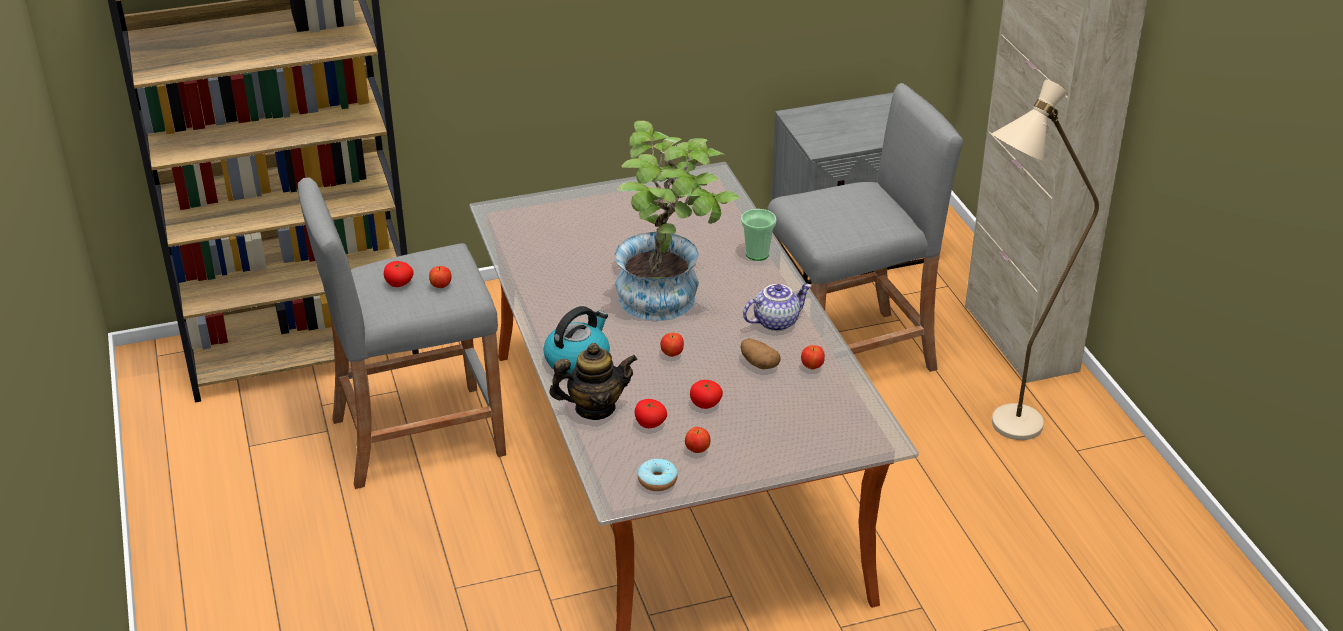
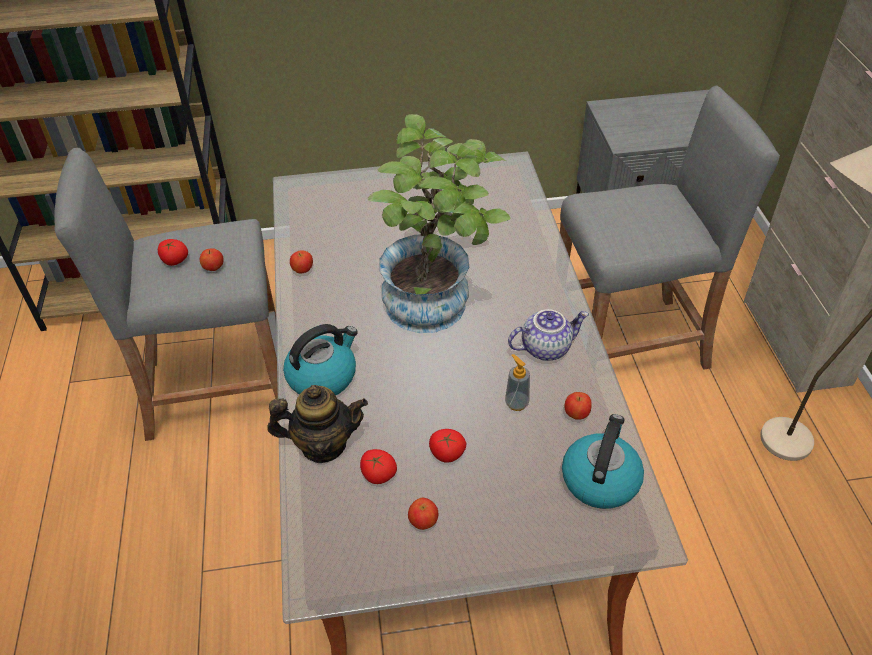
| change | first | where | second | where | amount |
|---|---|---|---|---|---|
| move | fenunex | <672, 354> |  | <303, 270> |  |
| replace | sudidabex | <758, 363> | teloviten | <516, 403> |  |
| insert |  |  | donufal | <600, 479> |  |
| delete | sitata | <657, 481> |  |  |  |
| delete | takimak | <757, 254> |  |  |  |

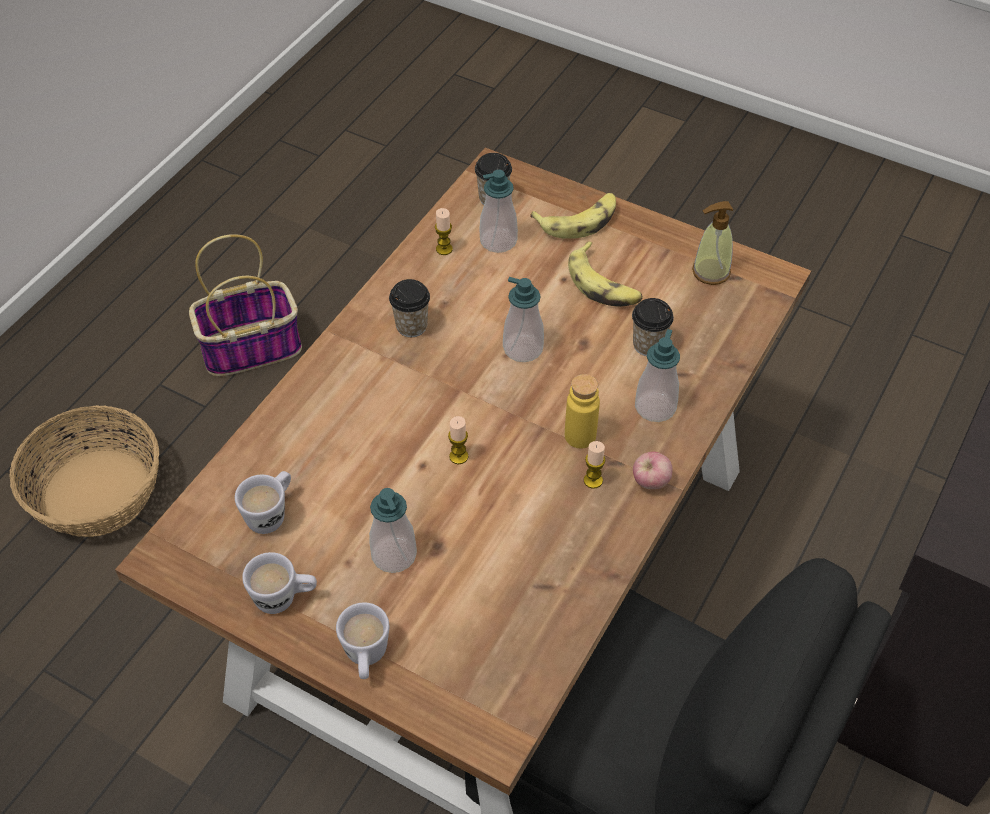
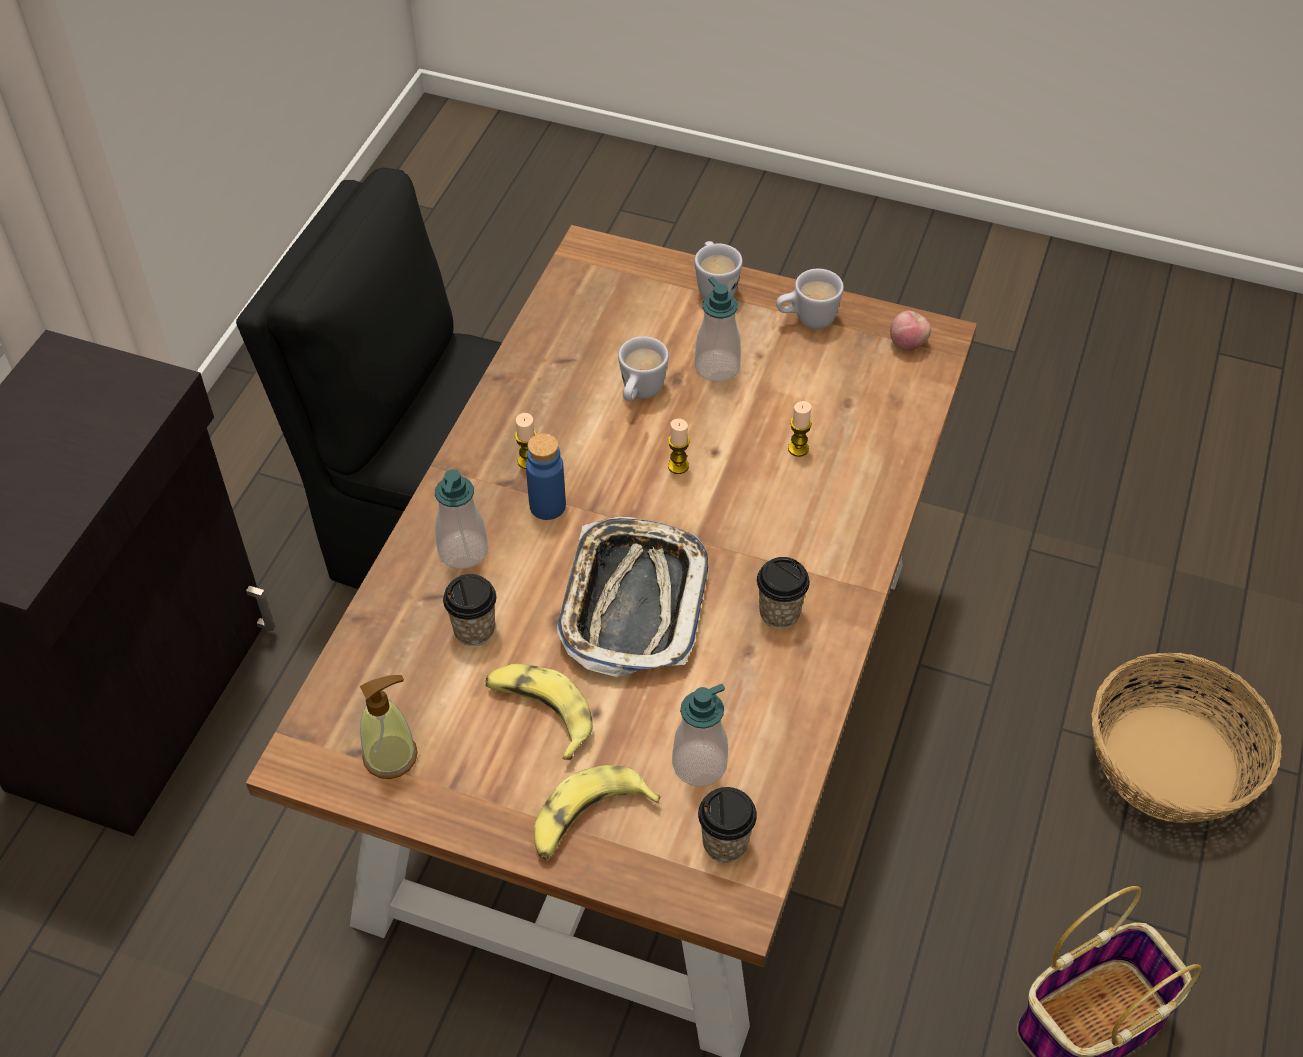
| change | first | where | second | where | amount |
|---|---|---|---|---|---|
| recolor | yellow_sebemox | <580, 436> | blue_sebemox | <547, 506> |  |
| replace | teloviten | <523, 348> | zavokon | <632, 603> |  |
| move | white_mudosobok | <271, 513> |  | <640, 393> |  |
| move | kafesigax | <444, 249> |  | <798, 448> |  |
| move | fenunex | <650, 482> |  | <908, 344> |  |

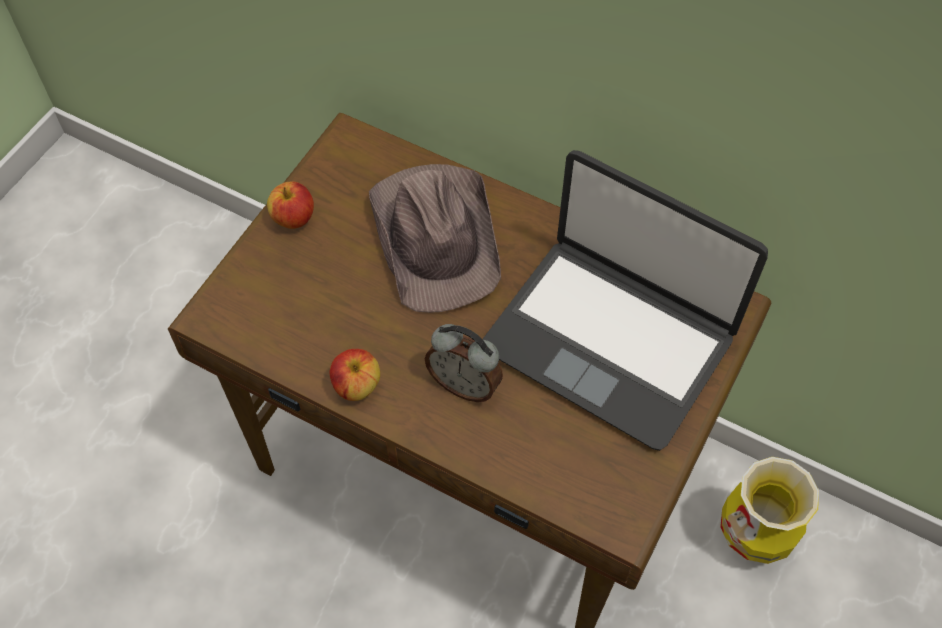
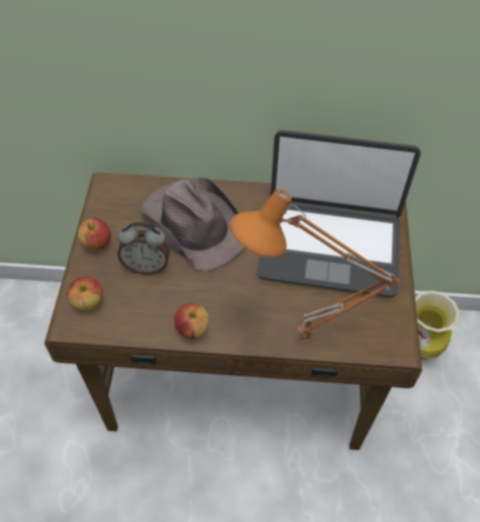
| change | first | where | second | where | amount |
|---|---|---|---|---|---|
| insert |  |  | fenunex | <88, 302> |  |
| move | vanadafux | <465, 384> |  | <146, 266> |  |
| insert |  |  | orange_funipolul | <303, 344> |  |

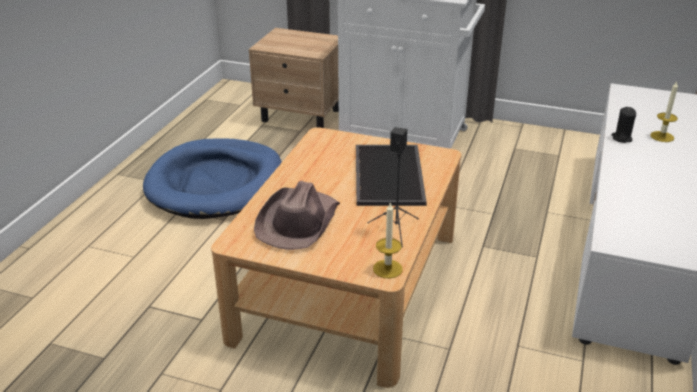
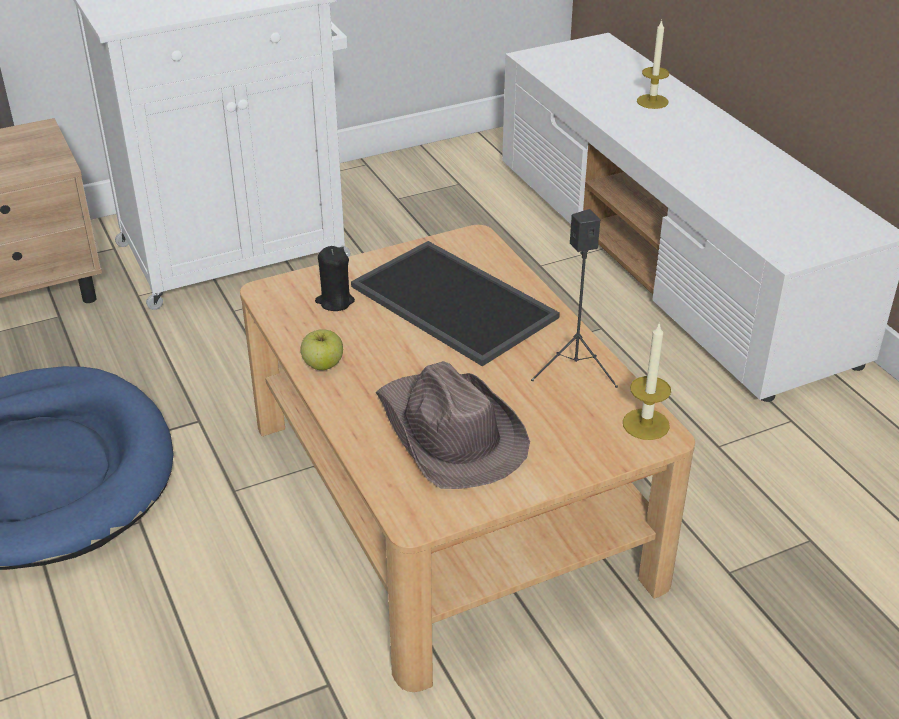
| change | first | where | second | where | amount |
|---|---|---|---|---|---|
| insert |  |  | fenunex | <323, 364> |  |
| move | black_kafesigax | <621, 138> |  | <335, 301> |  |

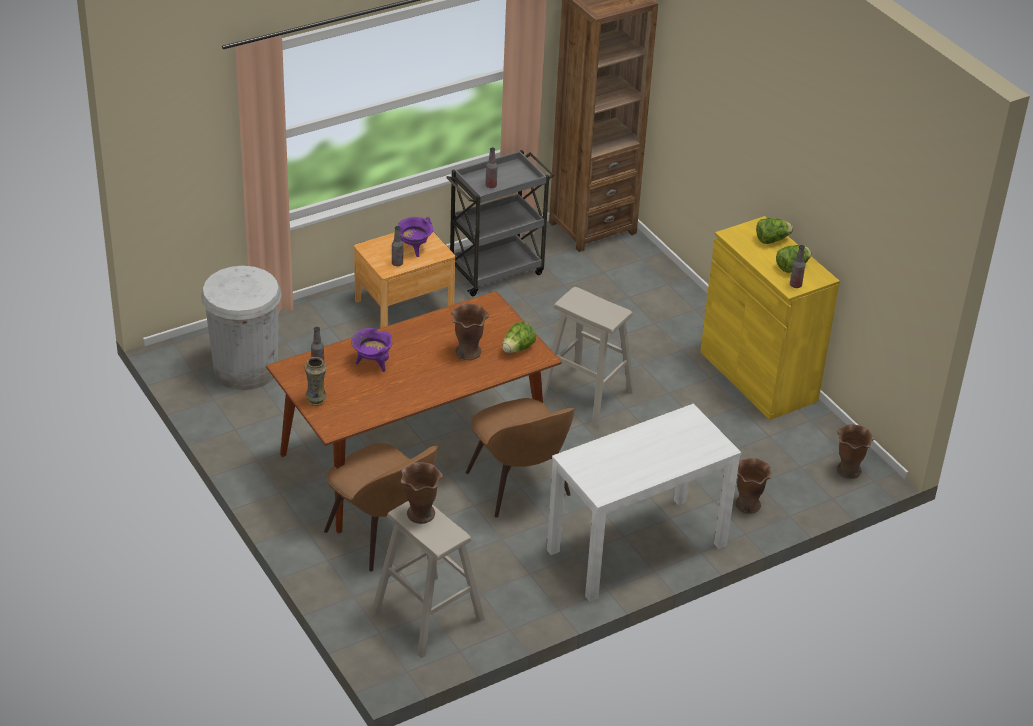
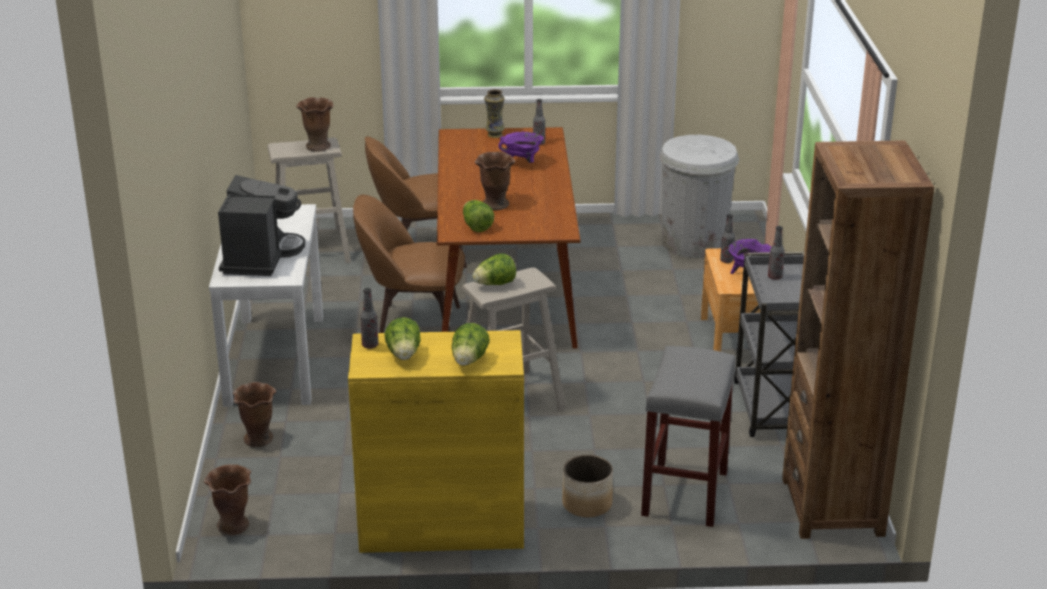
| change | first | where | second | where | amount |
|---|---|---|---|---|---|
| insert |  |  | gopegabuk | <260, 257> |  |
| insert |  |  | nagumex | <495, 284> |  |
| insert |  |  | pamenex | <587, 504> |  |
| insert |  |  | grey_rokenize | <684, 492> |  |

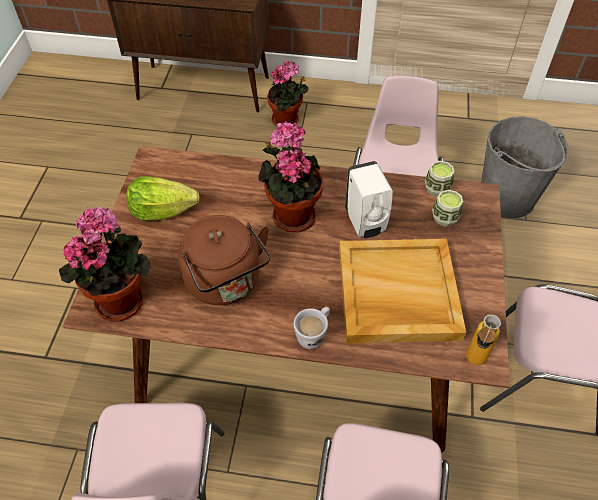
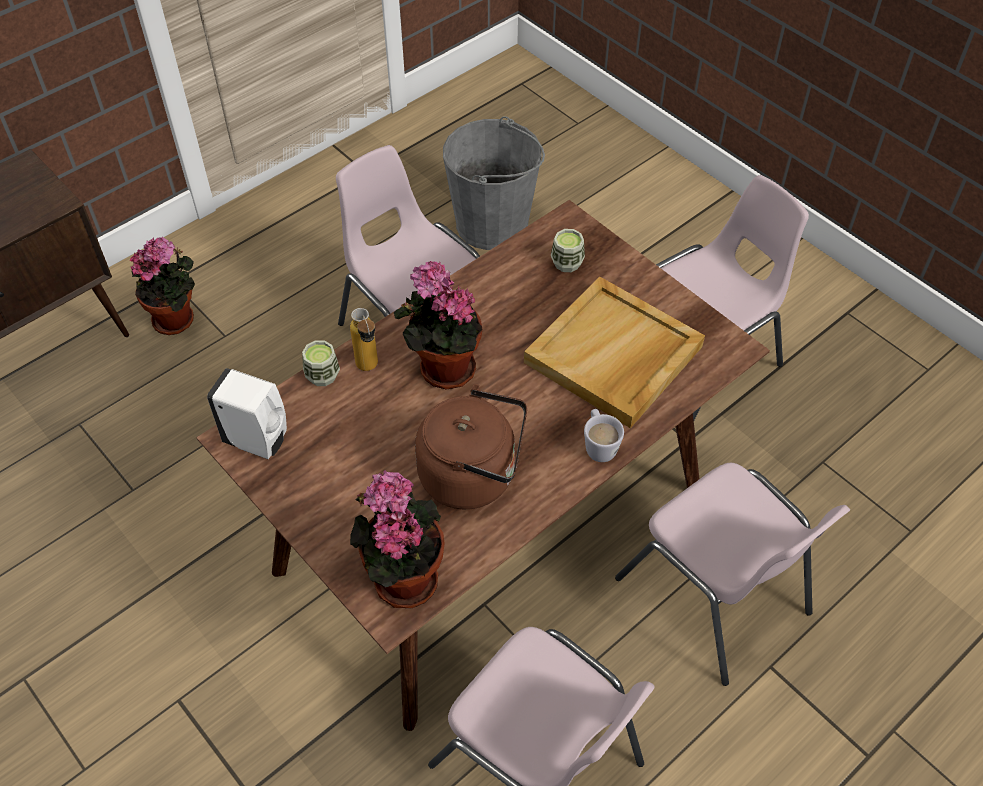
| change | first | where | second | where | amount |
|---|---|---|---|---|---|
| move | white_teloviten | <365, 224> |  | <259, 441> |  |
| move | takimak | <437, 188> |  | <322, 375> |  |
| move | sebemox | <473, 364> |  | <369, 370> |  |
| delete | nagumex | <162, 211> |  |  |  |

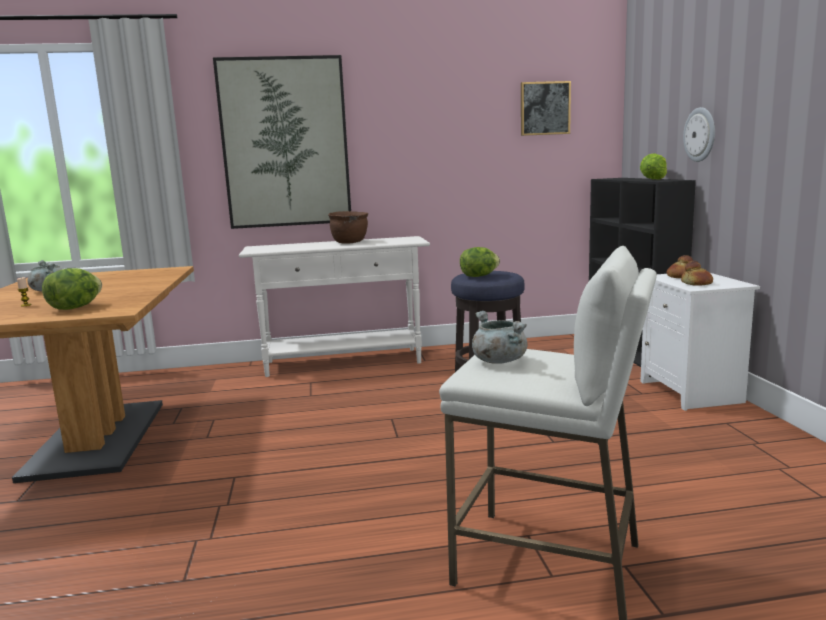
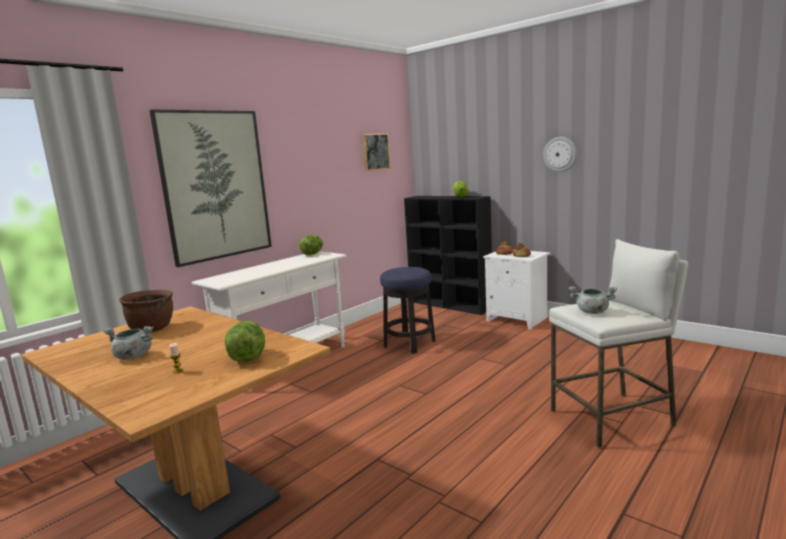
| change | first | where | second | where | amount |
|---|---|---|---|---|---|
| move | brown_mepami | <350, 242> |  | <152, 329> |  |
| move | nagumex | <479, 276> |  | <312, 254> |  |
| move | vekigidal | <700, 134> |  | <560, 154> |  |

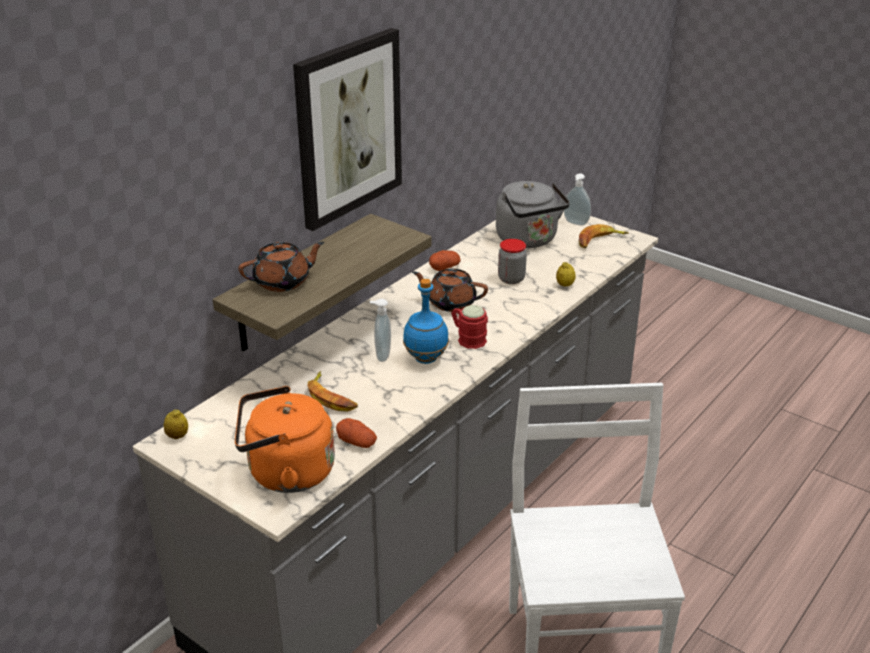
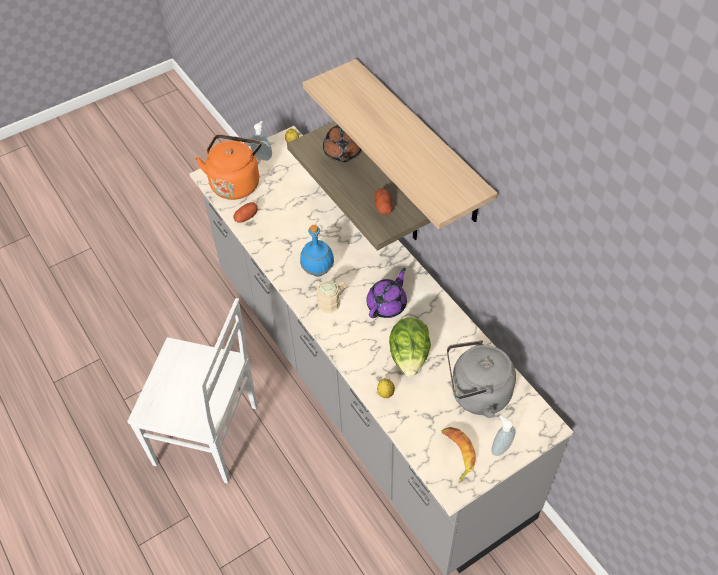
| change | first | where | second | where | amount |
|---|---|---|---|---|---|
| move | teloviten | <381, 355> |  | <263, 156> |  |
| replace | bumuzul | <348, 128> | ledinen | <420, 143> |  |
| recolor | red_mudosobok | <467, 338> | beige_mudosobok | <332, 301> |  |
| recolor | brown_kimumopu | <450, 302> | purple_kimumopu | <387, 305> |  |
| move | sudidabex | <444, 267> |  | <383, 207> |  |
| replace | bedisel | <511, 279> | nagumex | <409, 357> |  |
| delete | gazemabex | <331, 397> |  |  |  |

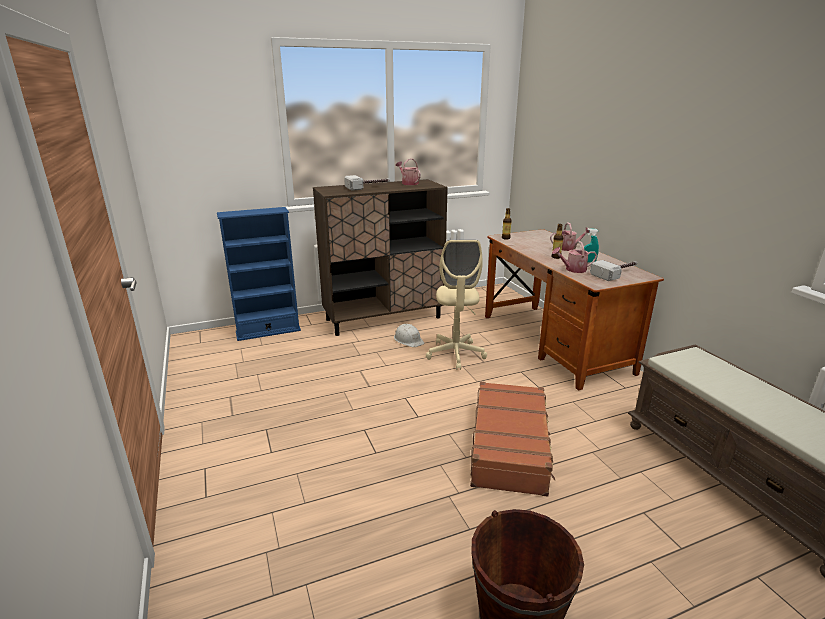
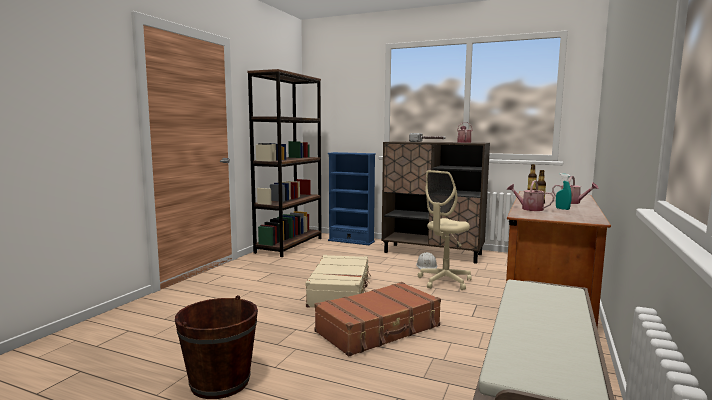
| change | first | where | second | where | amount |
|---|---|---|---|---|---|
| insert |  |  | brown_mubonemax | <289, 245> |  |
| insert |  |  | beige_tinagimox | <340, 291> |  |
| delete | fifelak | <617, 273> |  |  |  |

